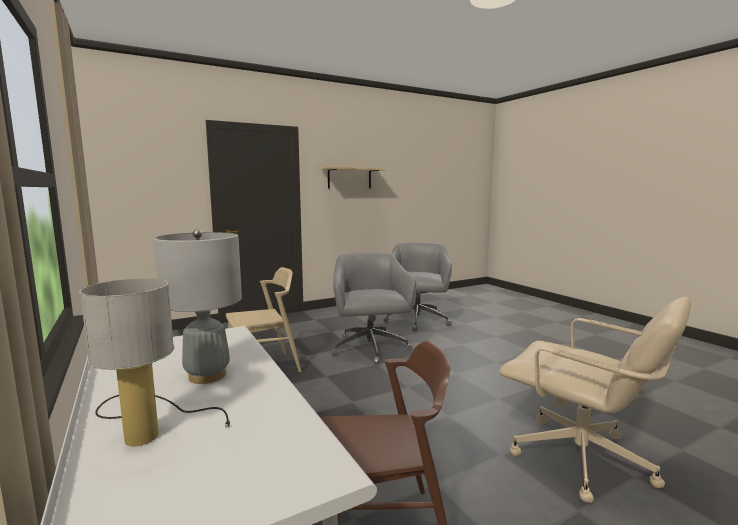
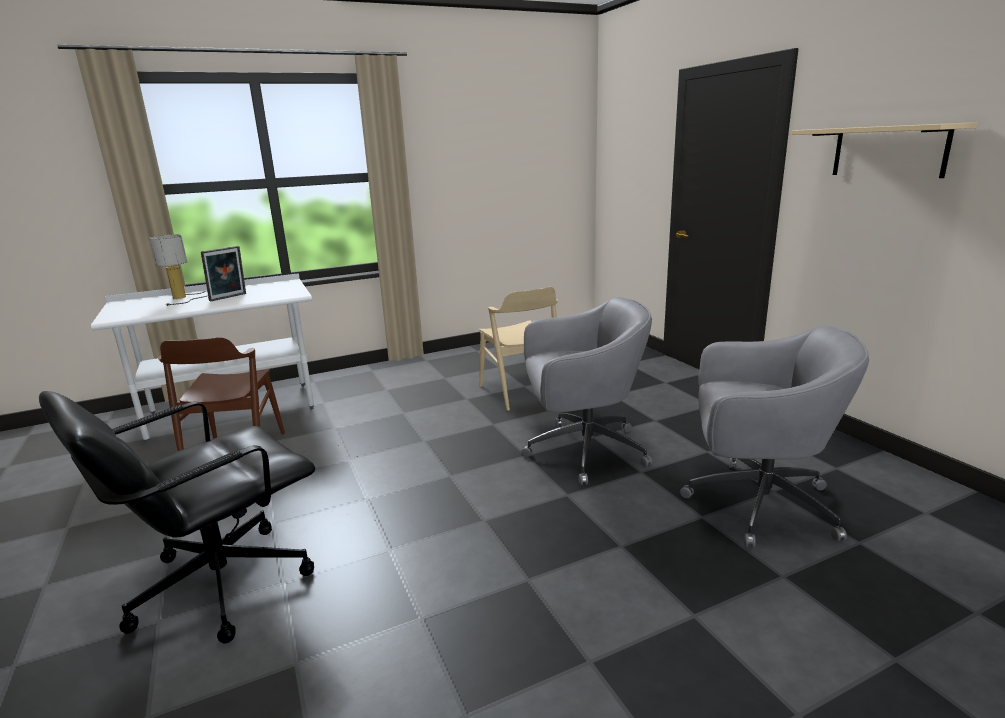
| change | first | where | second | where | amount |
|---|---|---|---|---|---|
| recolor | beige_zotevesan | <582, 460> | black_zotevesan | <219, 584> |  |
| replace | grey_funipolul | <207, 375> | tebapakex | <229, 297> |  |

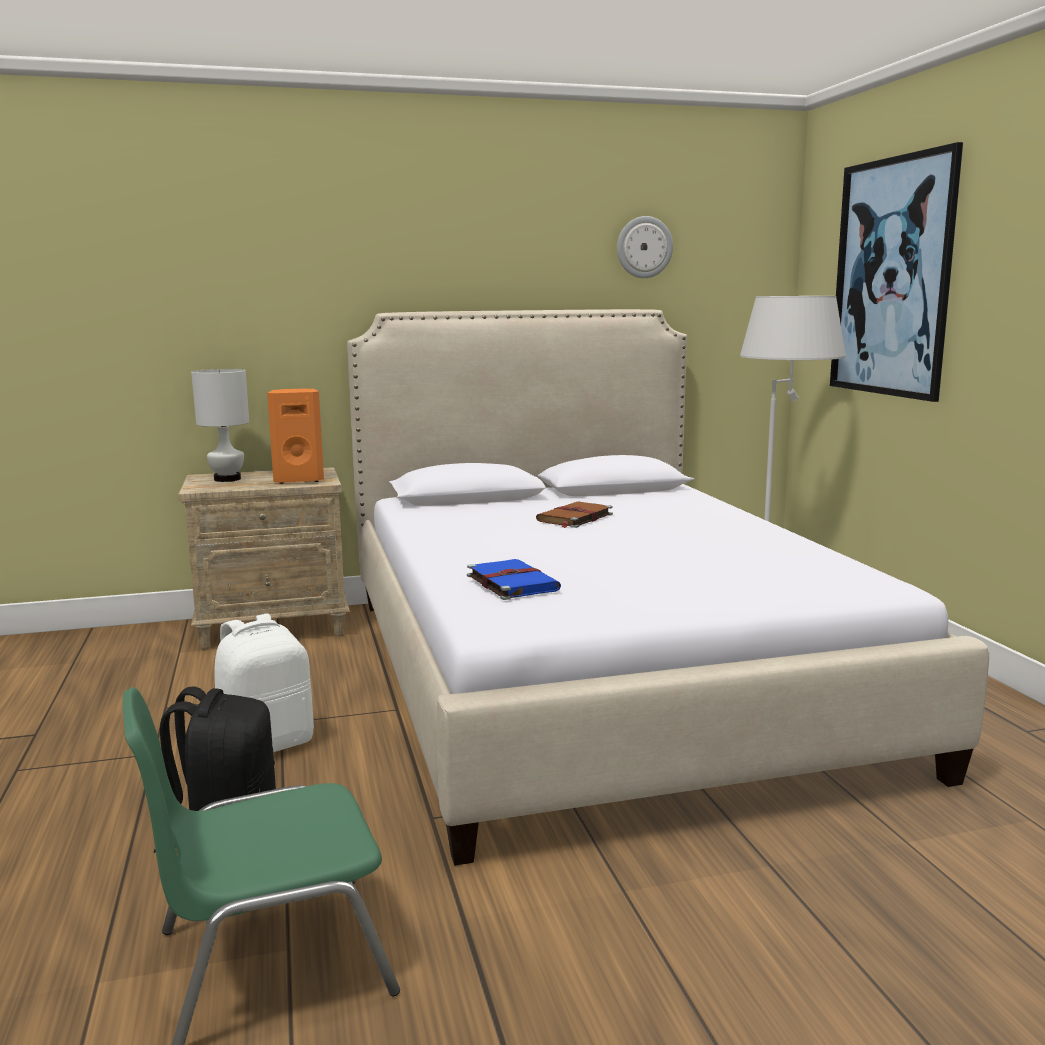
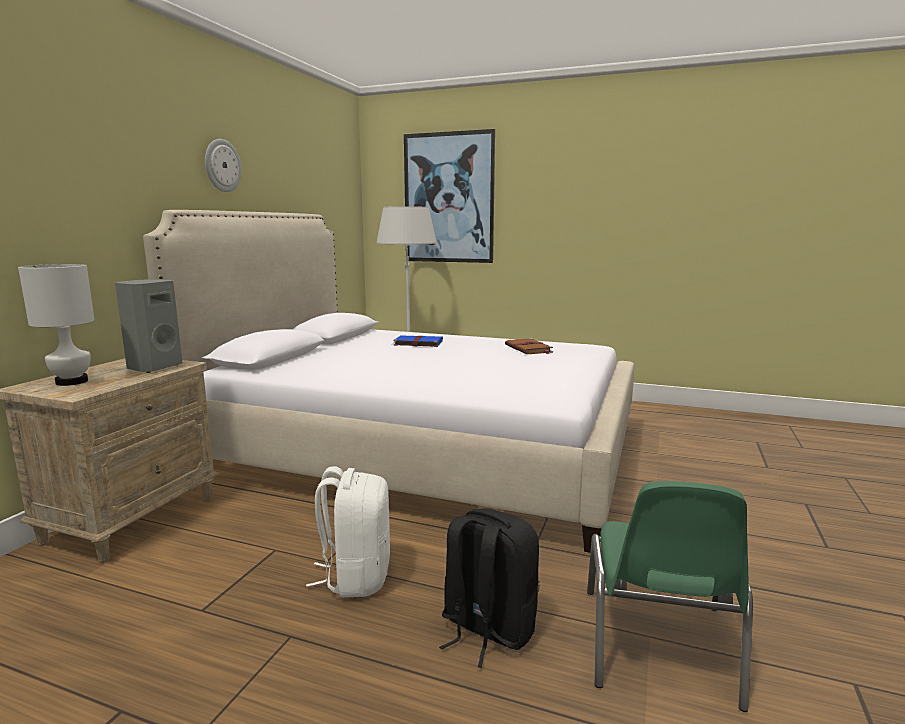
| change | first | where | second | where | amount |
|---|---|---|---|---|---|
| recolor | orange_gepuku | <299, 480> | grey_gepuku | <153, 367> |  |
| move | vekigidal | <644, 247> |  | <222, 165> |  |
| move | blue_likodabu | <511, 582> |  | <417, 343> |  |
| move | brown_likodabu | <574, 518> |  | <528, 349> |  |

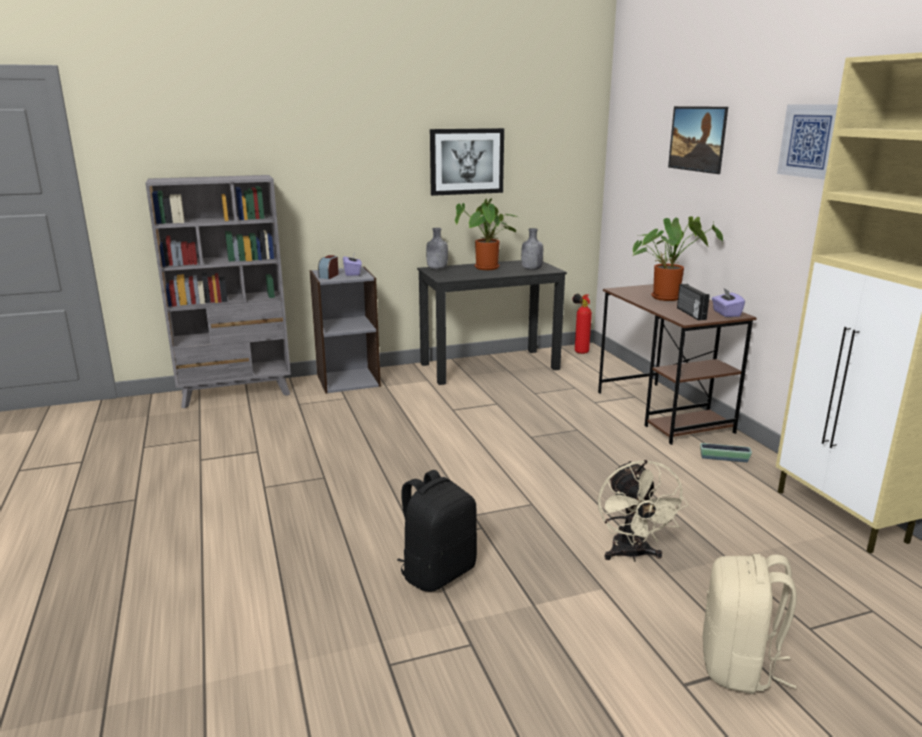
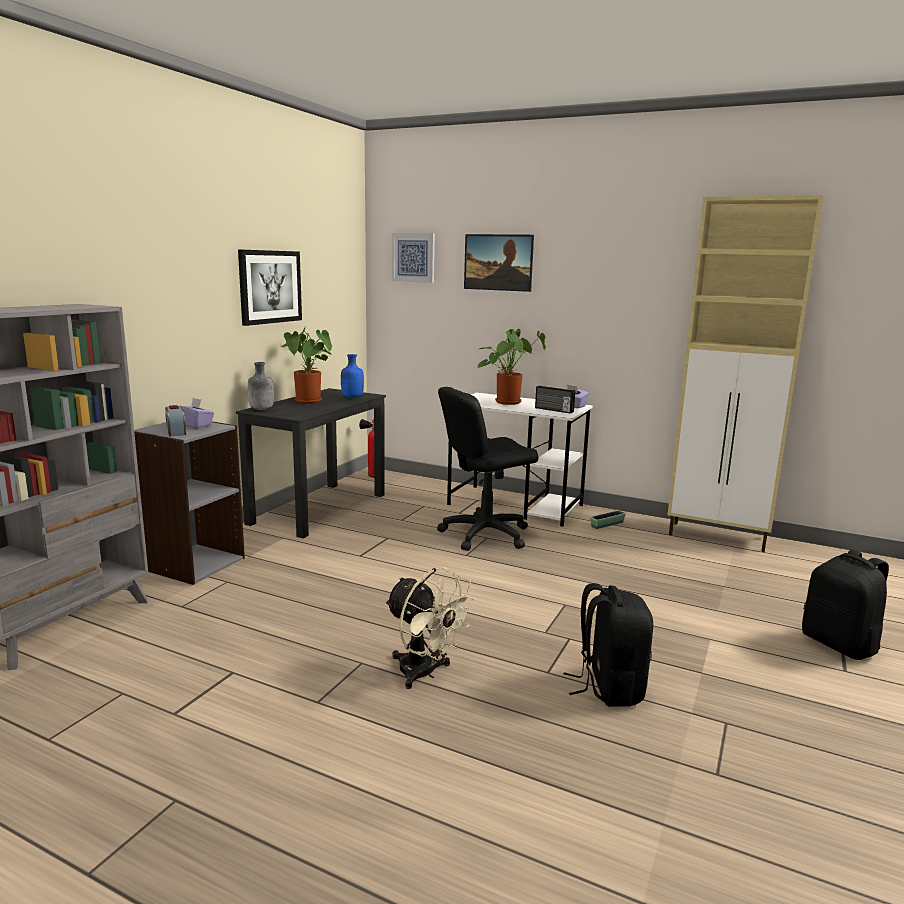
| change | first | where | second | where | amount |
|---|---|---|---|---|---|
| recolor | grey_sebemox | <531, 269> | blue_sebemox | <352, 397> |  |
| move | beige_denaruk | <631, 555> |  | <425, 673> |  |
| move | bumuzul | <811, 141> |  | <413, 257> |  |
| insert |  |  | black_zotevesan | <484, 534> |  |
| recolor | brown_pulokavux | <663, 412> | white_pulokavux | <516, 505> |  |
| recolor | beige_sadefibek | <738, 666> | black_sadefibek | <840, 645> |  |

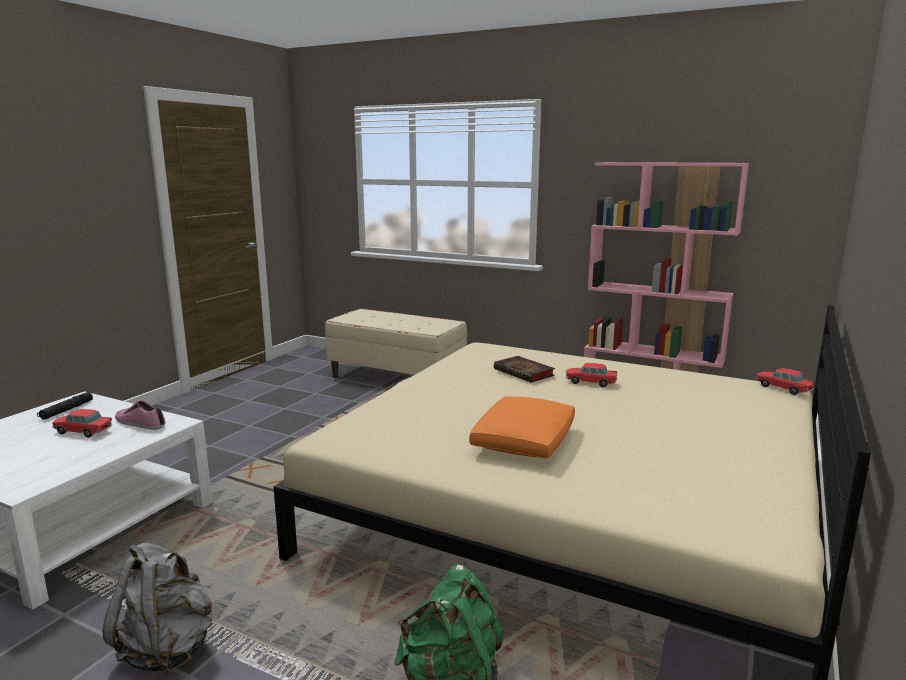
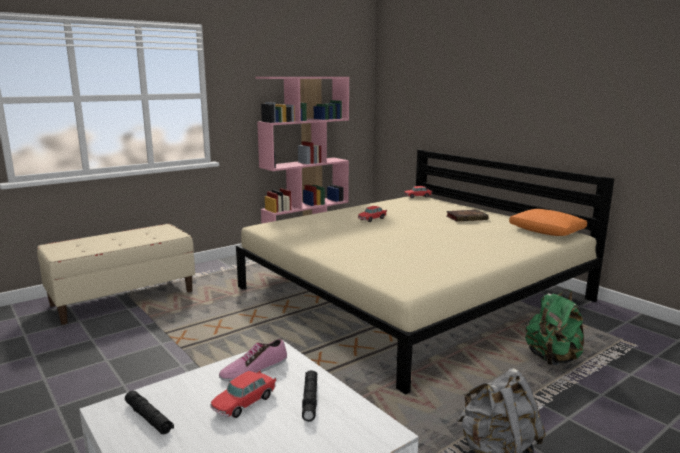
| change | first | where | second | where | amount |
|---|---|---|---|---|---|
| insert |  |  | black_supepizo | <310, 399> |  |
| move | likodabu | <525, 373> |  | <467, 218> |  |
| move | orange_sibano | <523, 442> |  | <547, 232> |  |

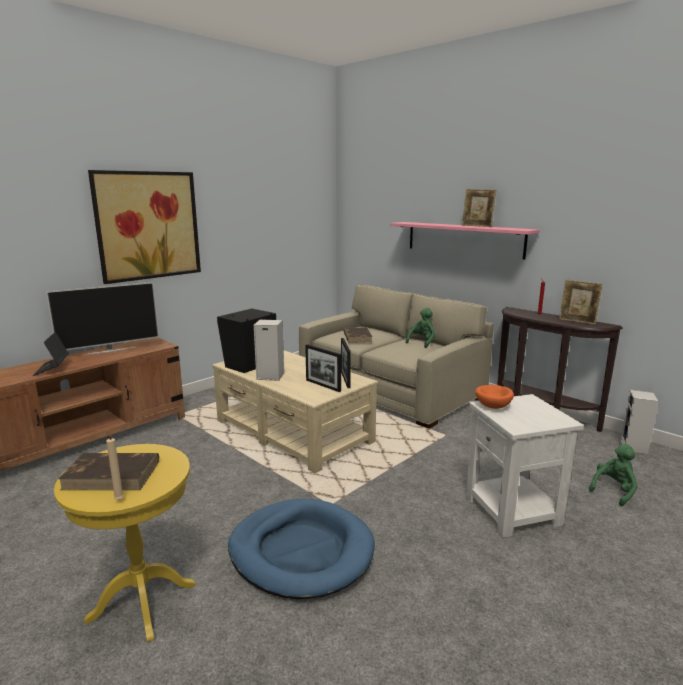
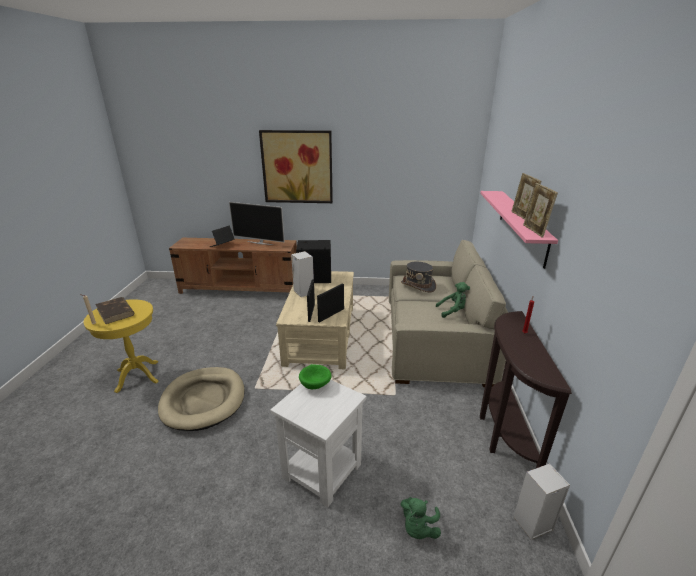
| change | first | where | second | where | amount |
|---|---|---|---|---|---|
| recolor | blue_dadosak | <301, 551> | beige_dadosak | <203, 400> |  |
| recolor | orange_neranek | <493, 406> | green_neranek | <316, 385> |  |
| rotate | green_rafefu | <614, 490> |  | <418, 528> | 105 degrees clockwise |
| replace | brown_likodabu | <357, 337> | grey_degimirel | <418, 285> |  |
| move | tebapakex | <577, 321> |  | <534, 231> |  |

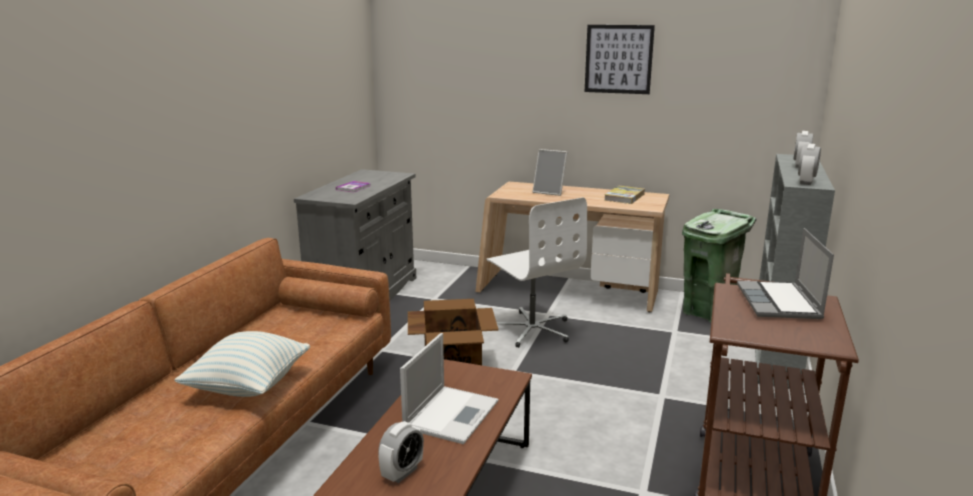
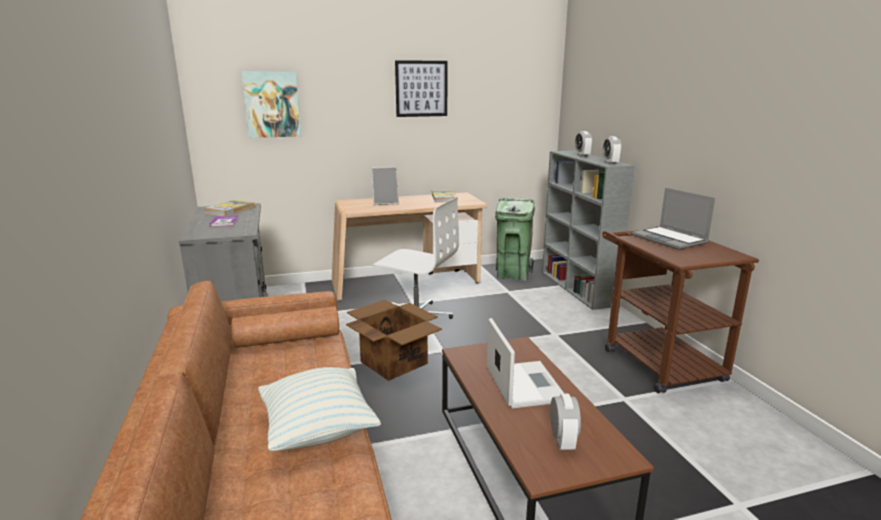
| change | first | where | second | where | amount |
|---|---|---|---|---|---|
| insert |  |  | likodabu | <230, 210> |  |
| insert |  |  | bumuzul | <272, 104> |  |

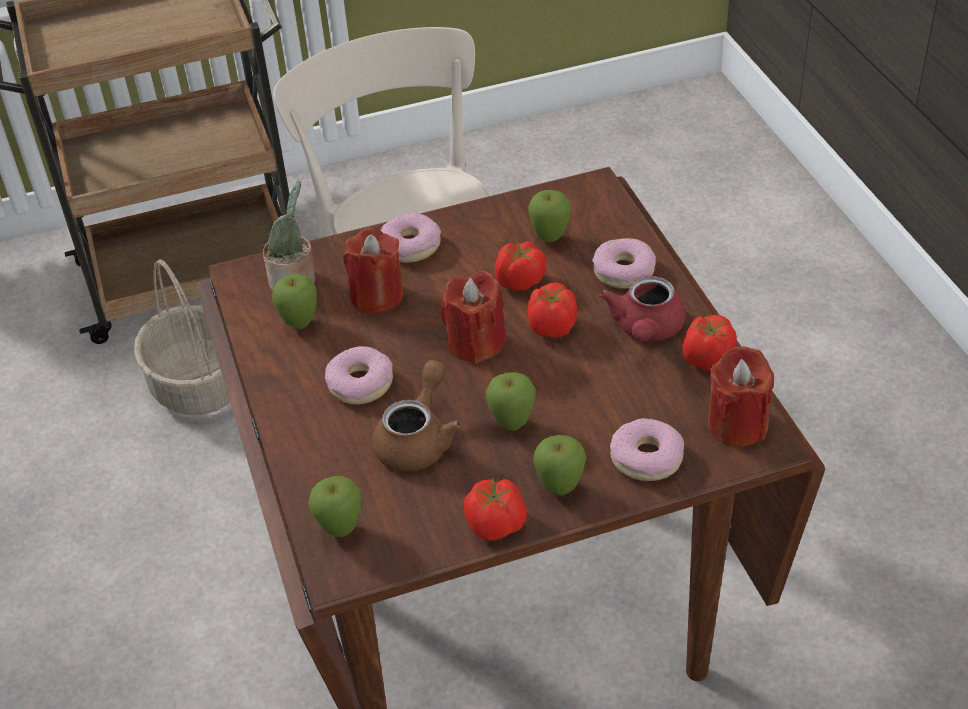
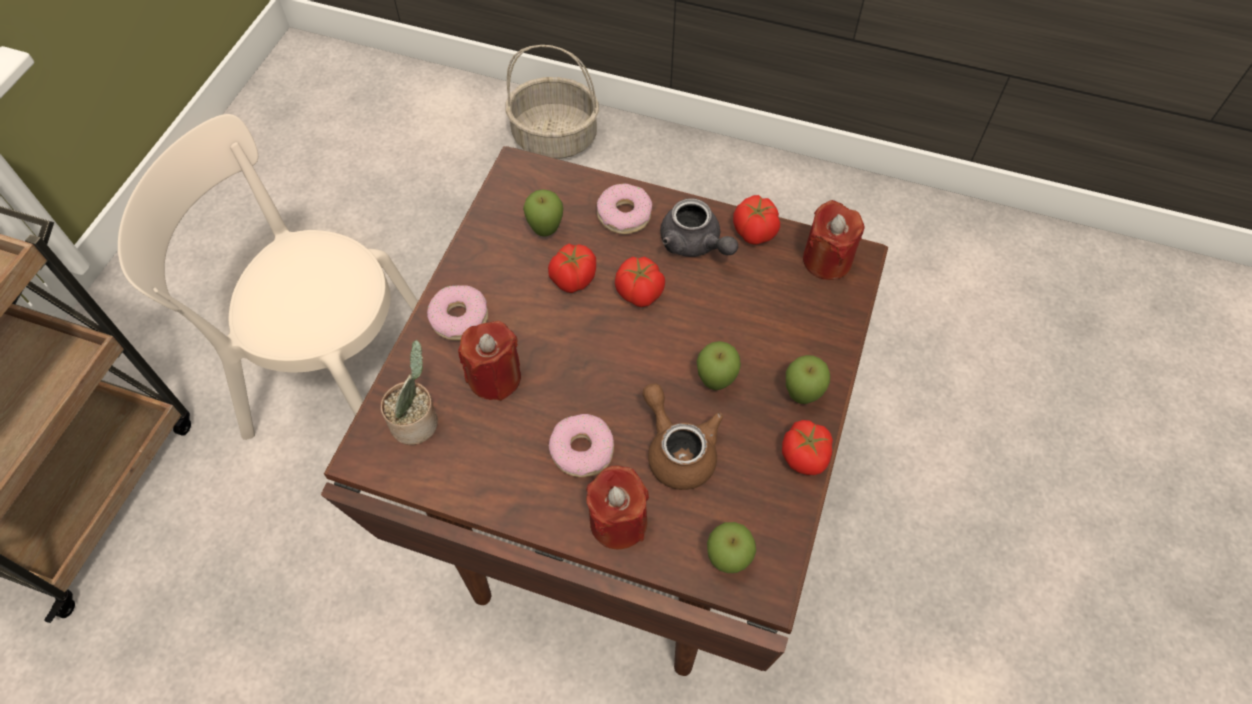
| change | first | where | second | where | amount |
|---|---|---|---|---|---|
| move | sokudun | <197, 385> |  | <554, 138> |  |
| move | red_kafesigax | <475, 343> |  | <618, 522> |  |
| recolor | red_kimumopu | <645, 330> | grey_kimumopu | <695, 244> |  |
| delete | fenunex | <300, 324> |  |  |  |
| delete | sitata | <646, 458> |  |  |  |

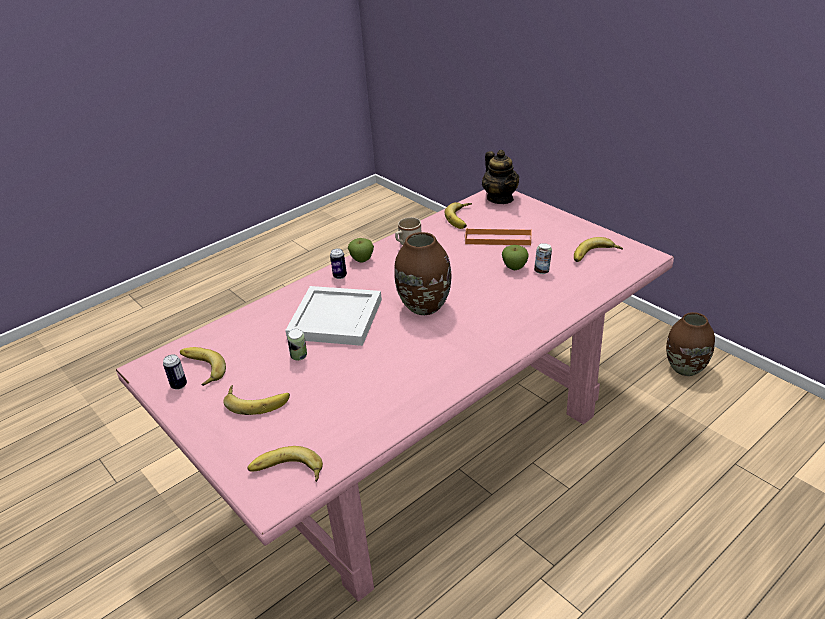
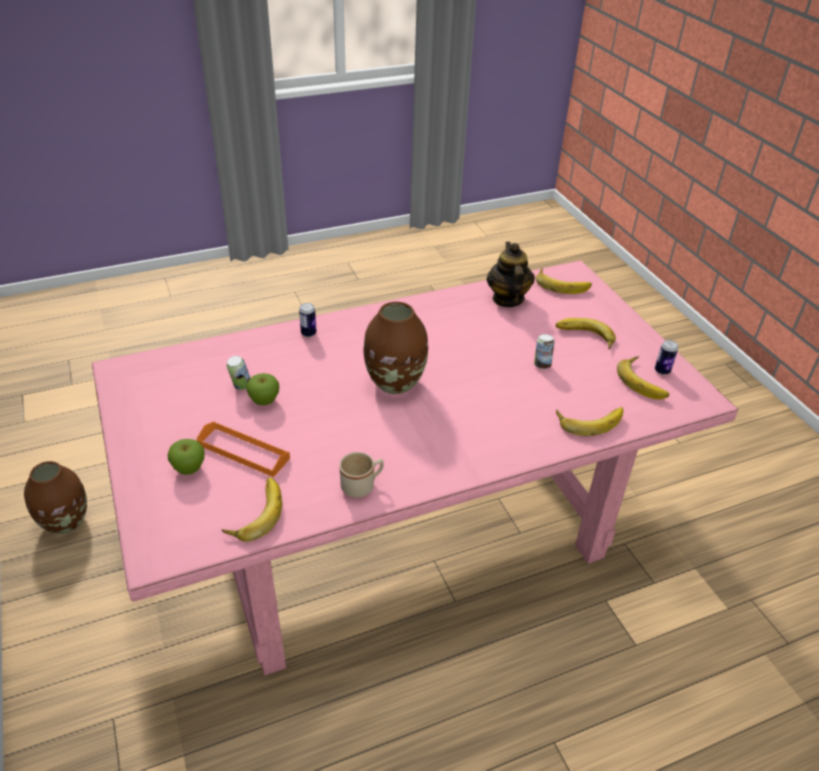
| change | first | where | second | where | amount |
|---|---|---|---|---|---|
| move | fenunex | <362, 260> |  | <189, 468> |  |
| move | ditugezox | <340, 276> |  | <308, 333> |  |
| move | kimumopu | <500, 198> |  | <507, 299> |  |
| move | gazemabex | <596, 255> |  | <589, 420> |  |
| delete | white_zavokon | <334, 319> |  |  |  |

